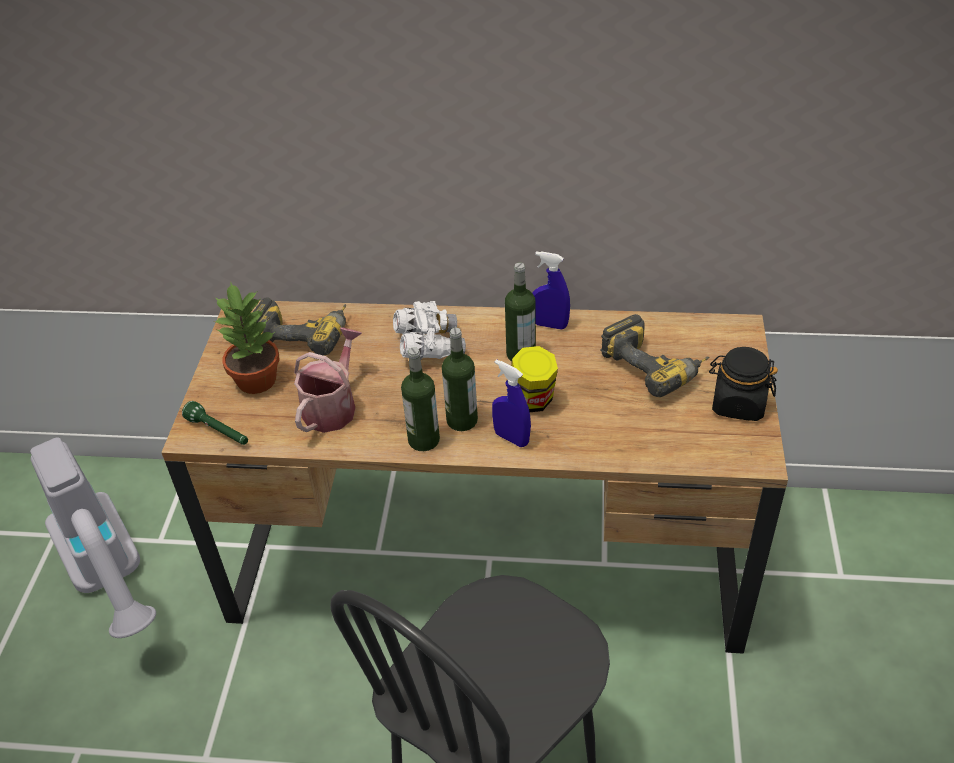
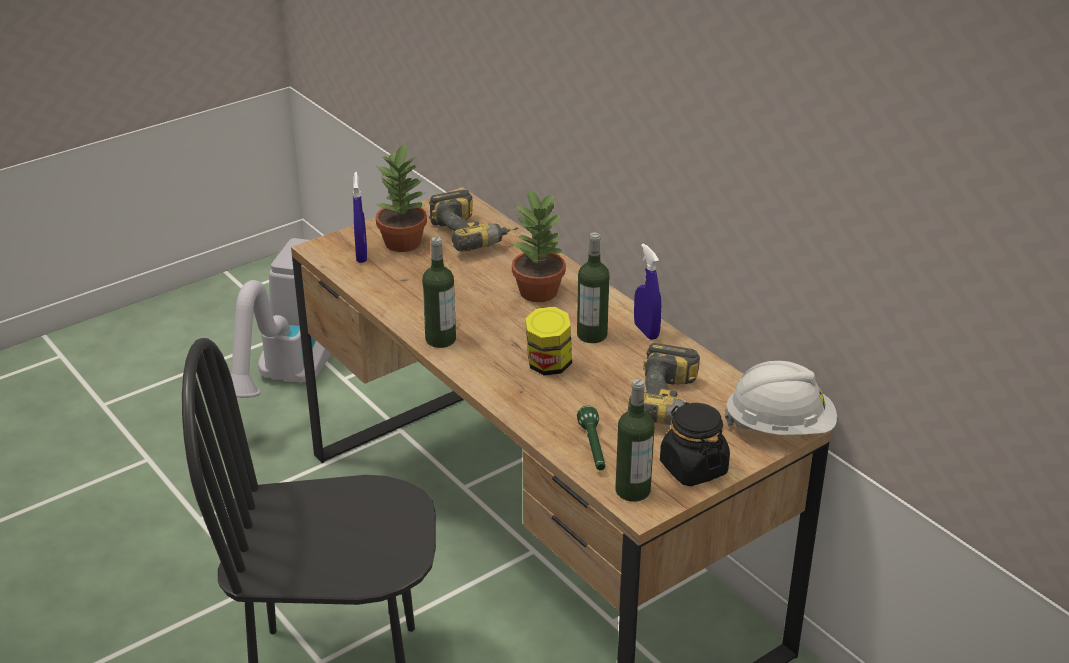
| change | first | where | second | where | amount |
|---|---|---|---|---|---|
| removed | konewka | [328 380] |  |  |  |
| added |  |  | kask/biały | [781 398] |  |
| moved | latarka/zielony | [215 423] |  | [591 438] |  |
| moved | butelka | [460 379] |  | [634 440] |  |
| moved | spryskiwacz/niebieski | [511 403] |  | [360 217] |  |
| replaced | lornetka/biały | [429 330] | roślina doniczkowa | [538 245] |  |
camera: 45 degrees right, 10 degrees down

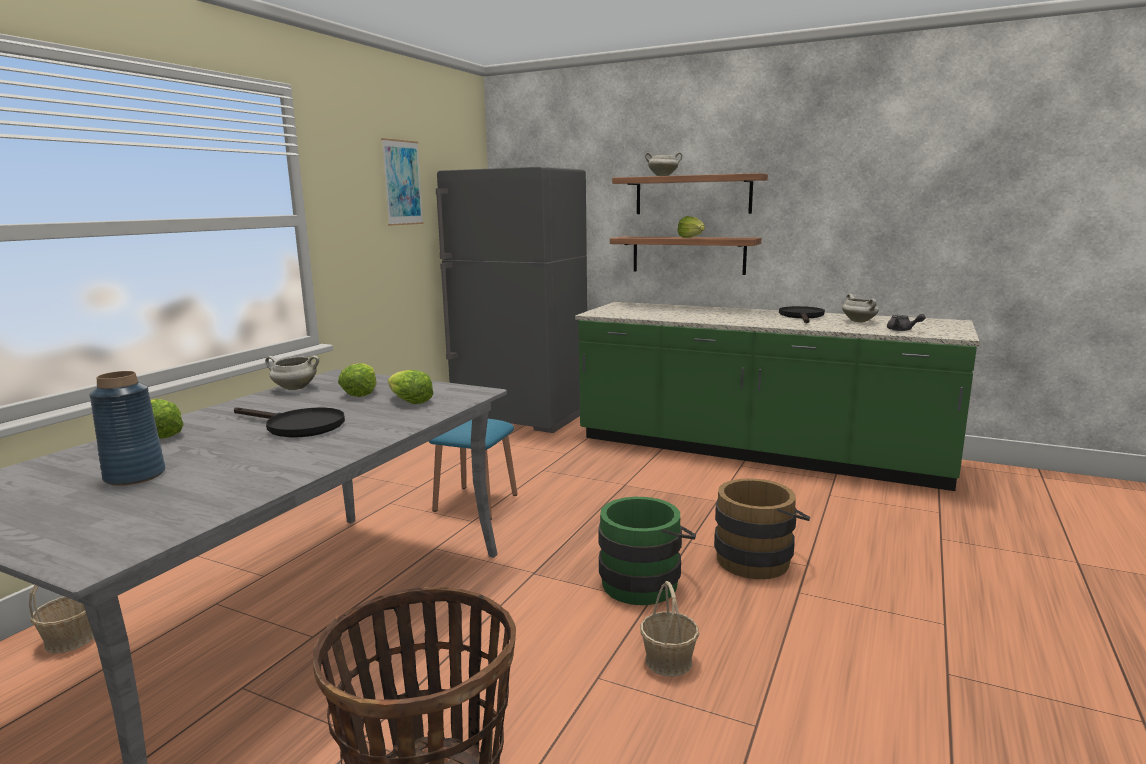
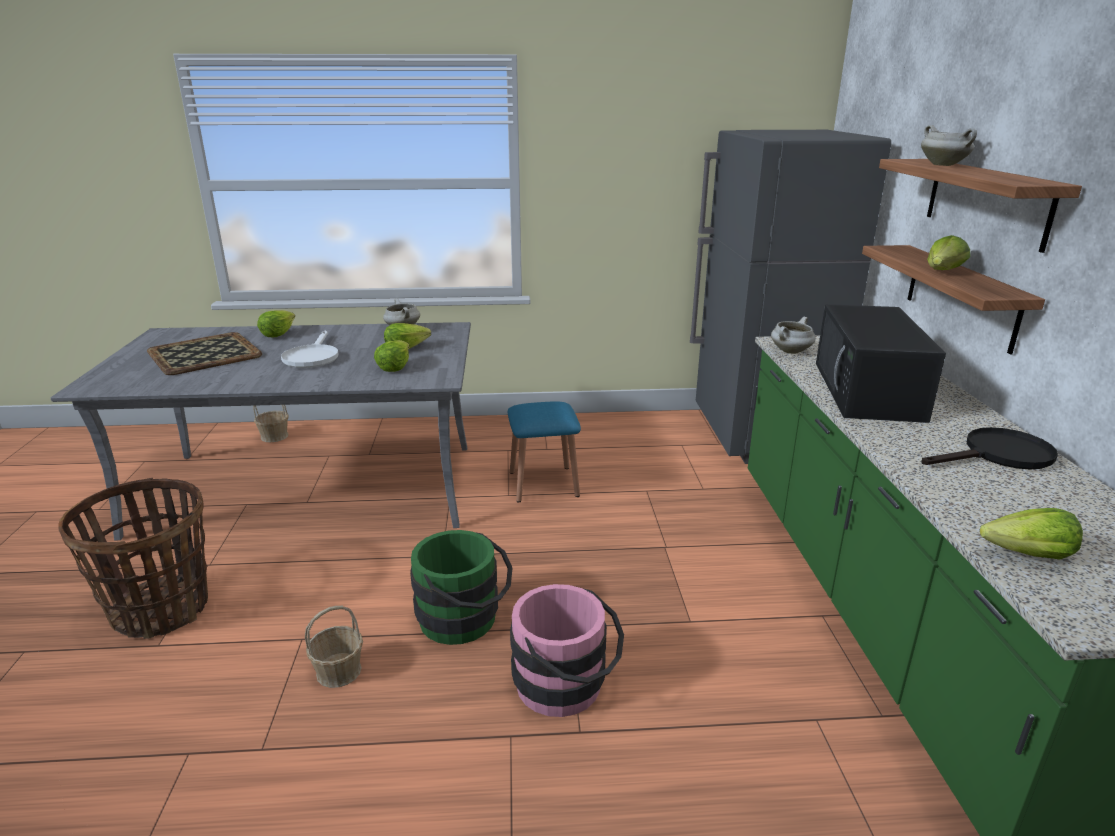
| change | first | where | second | where | amount |
|---|---|---|---|---|---|
| removed | obraz | [402 182] |  |  |  |
| added |  |  | mikrofalówka/czarny | [881 363] |  |
| moved | garnek/biały | [860 308] |  | [793 335] |  |
| replaced | wazon/niebieski | [127 428] | taca | [204 353] |  |
| replaced | imbryk/szary | [906 322] | sałata | [1031 534] |  |
| recoloured | patelnia/czarny | [289 422] | patelnia/biały | [309 349] |  |
| recoloured | wiadro/brązowy | [762 528] | wiadro/różowy | [567 650] |  |
camera: 60 degrees right, 10 degrees up

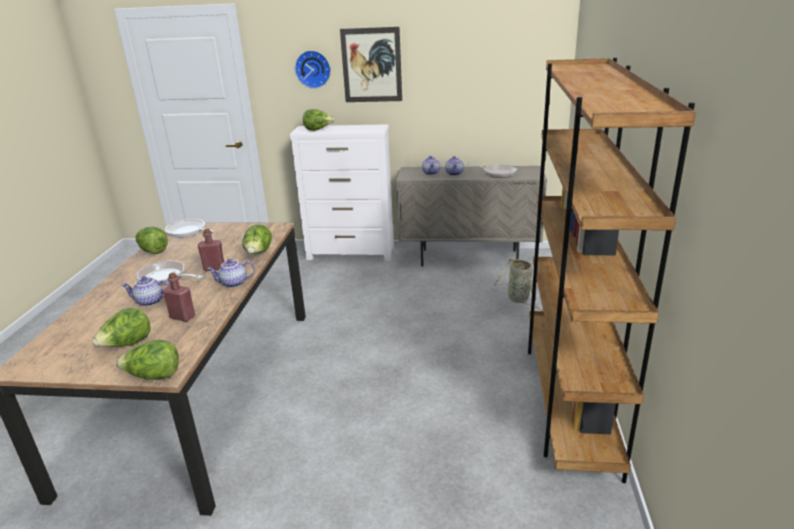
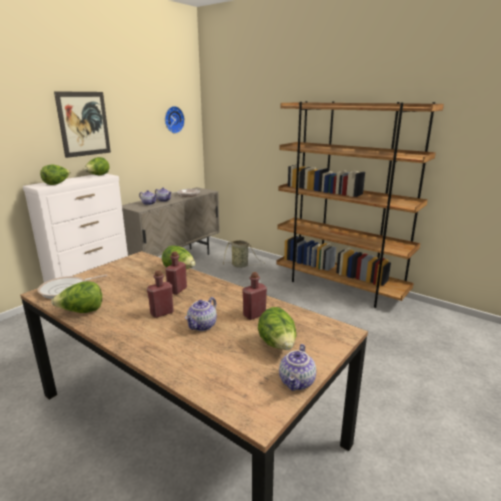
| change | first | where | second | where | amount |
|---|---|---|---|---|---|
| moved | sałata | [147 360] |  | [96 166] |  |
| moved | imbryk | [231 273] |  | [297 367] |  |
| moved | zegar ścienny | [313 69] |  | [175 120] |  |
| replaced | patelnia | [170 273] | butelka/czerwony | [160 294] |  |
camera: 60 degrees left, 5 degrees down

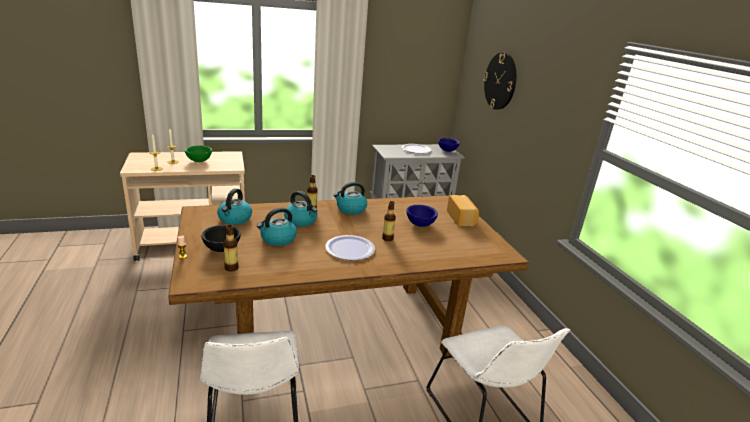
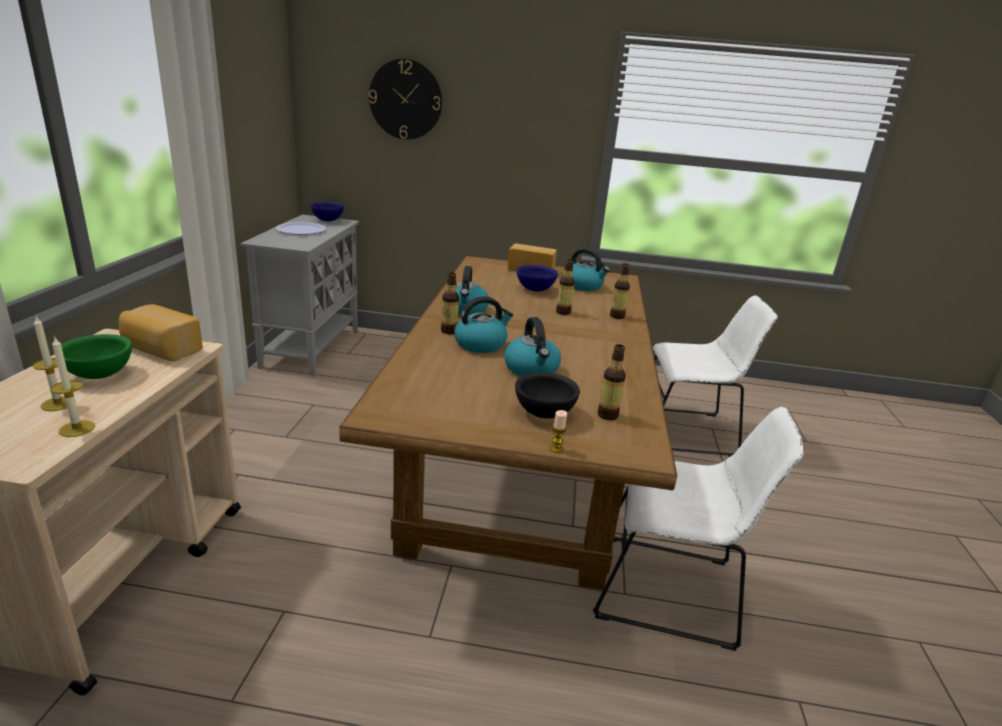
| change | first | where | second | where | amount |
|---|---|---|---|---|---|
| removed | talerz | [350 247] |  |  |  |
| added |  |  | chleb | [161 332] |  |
| added |  |  | butelka | [620 291] |  |
| moved | czajnik | [234 206] |  | [590 269] |  |
camera: 65 degrees left, 0 degrees up

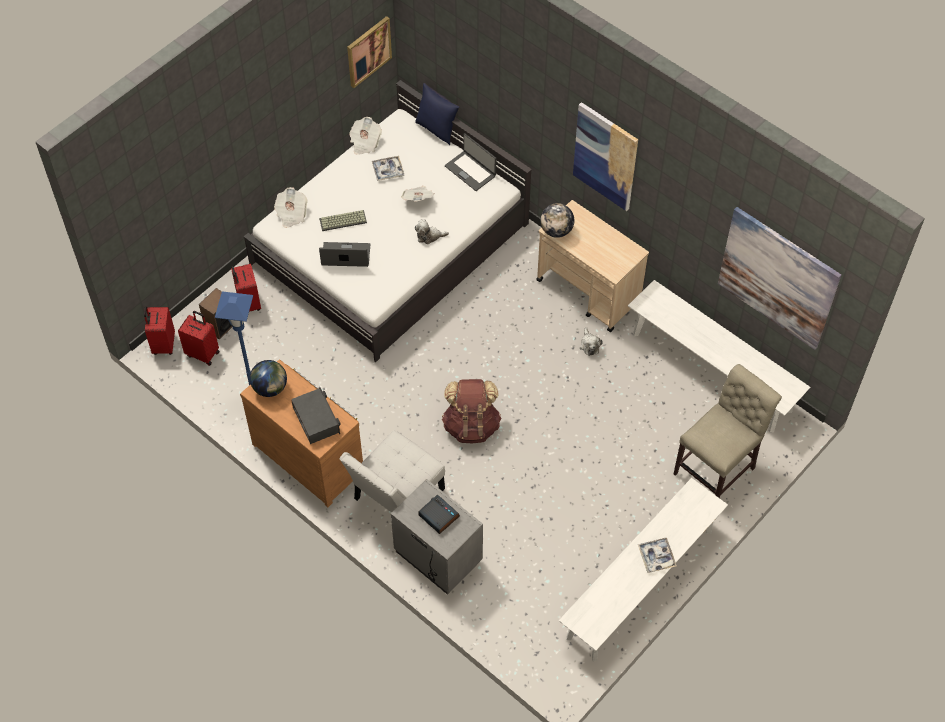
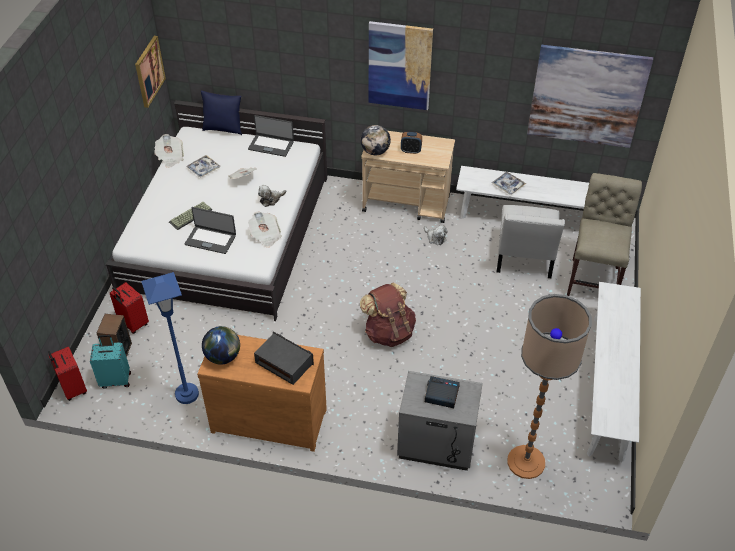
| change | first | where | second | where | amount |
|---|---|---|---|---|---|
| added |  |  | budzik | [411 143] |  |
| added |  |  | lampa stojąca | [549 386] |  |
| moved | gazeta | [291 207] |  | [265 229] |  |
| moved | krzesło/biały | [392 471] |  | [531 241] |  |
| moved | taca | [657 555] |  | [509 183] |  |
| recoloured | walizka/czerwony | [199 338] | walizka/turkusowy | [110 362] |  |
| turned | laptop | [344 254] |  | [210 230] | 135 degrees counterclockwise |
camera: 30 degrees left, 10 degrees down

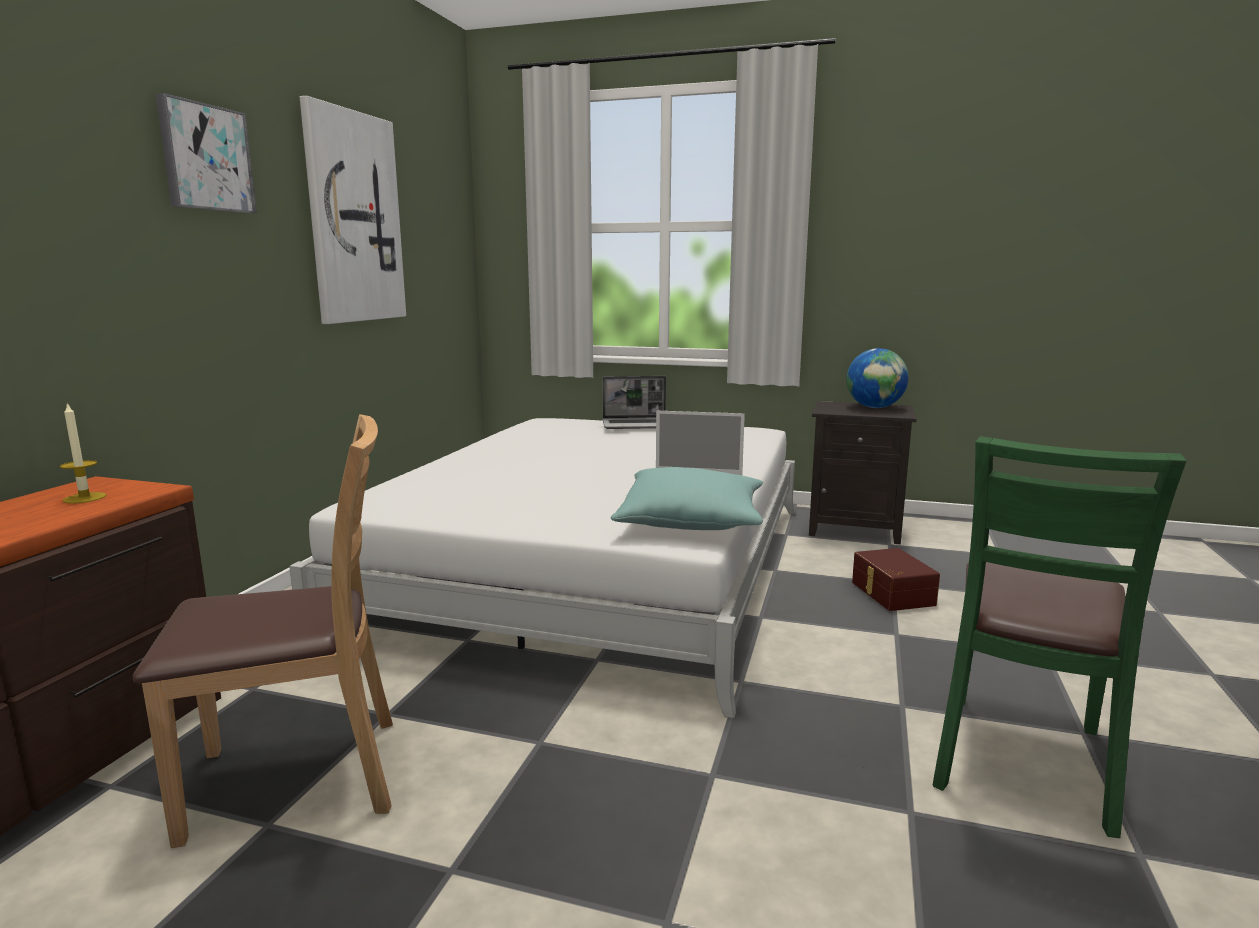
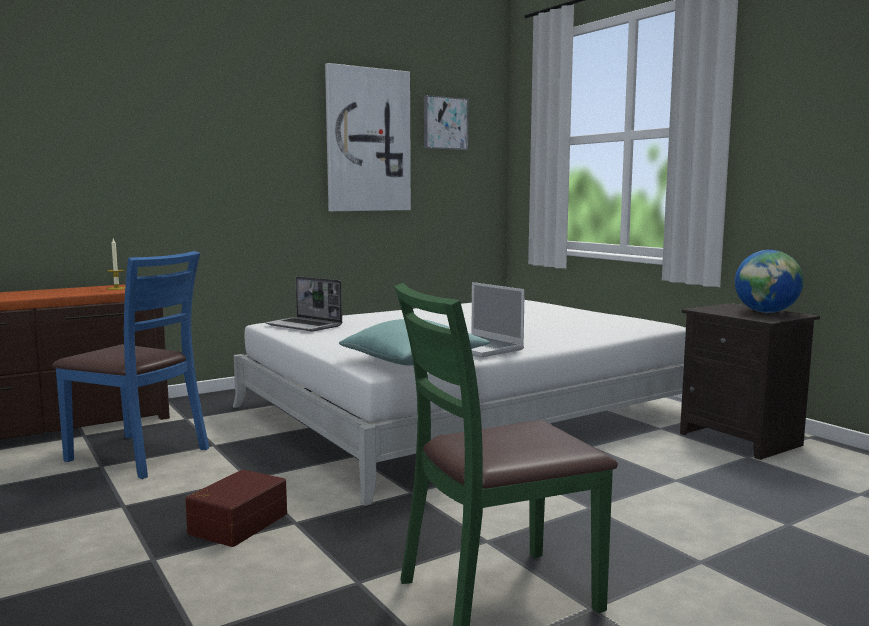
| change | first | where | second | where | amount |
|---|---|---|---|---|---|
| moved | obraz | [206 153] |  | [446 122] |  |
| moved | laptop | [634 402] |  | [303 303] |  |
| moved | pojemnik do przechowywania/brązowy | [896 579] |  | [236 508] |  |
| recoloured | krzesło/brązowy | [263 631] | krzesło/niebieski | [130 365] |  |
camera: 40 degrees right, 5 degrees down

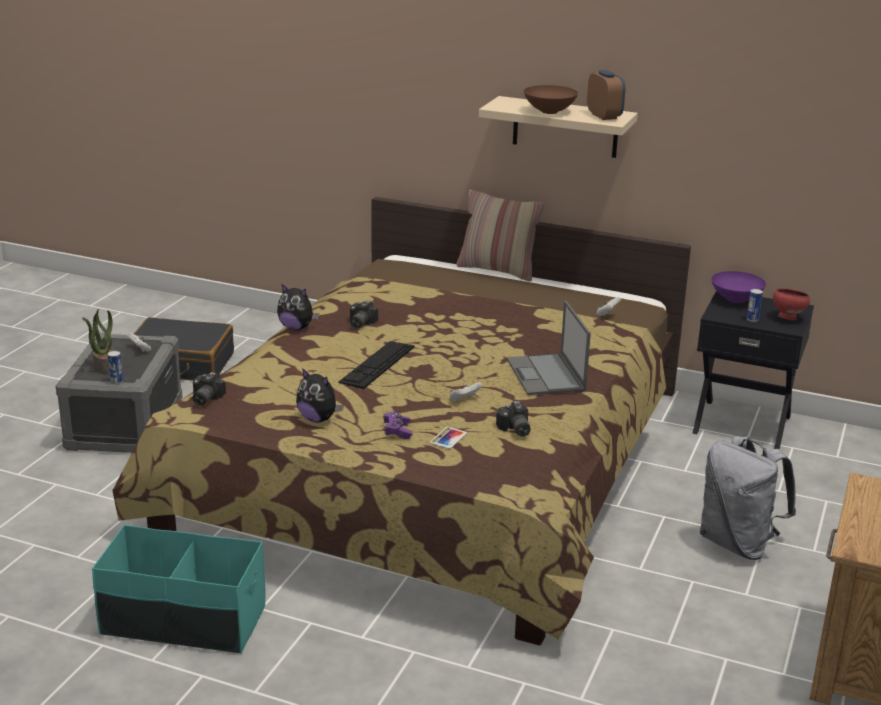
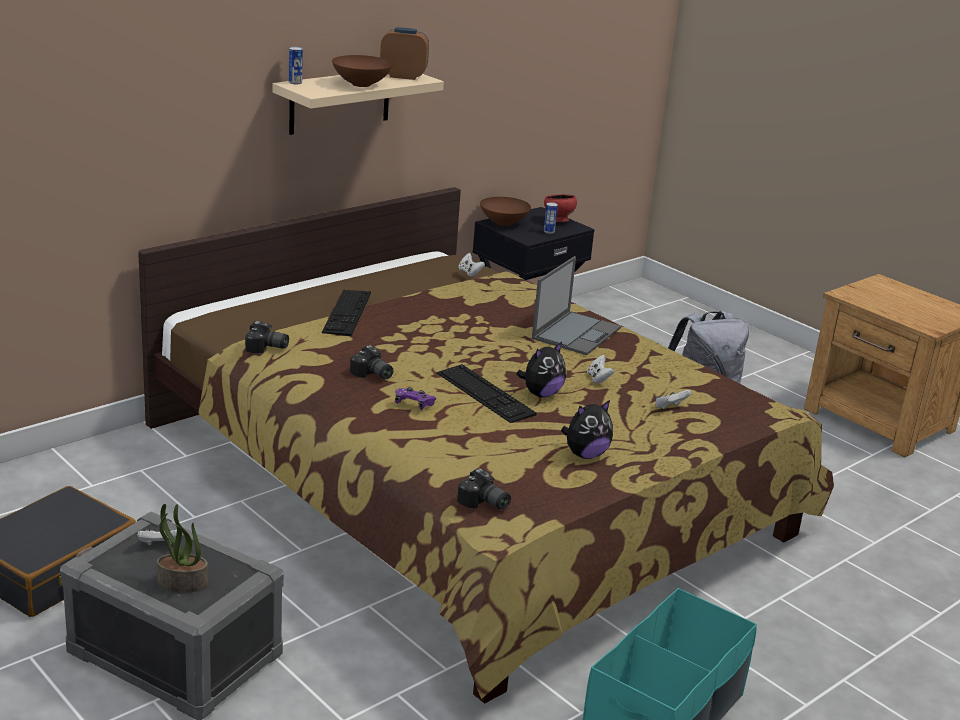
| change | first | where | second | where | amount |
|---|---|---|---|---|---|
| removed | poduszka | [500 235] |  |  |  |
| added |  |  | klawiatura | [346 313] |  |
| moved | puszka | [115 368] |  | [296 65] |  |
| moved | pluszak | [298 307] |  | [541 370] |  |
| moved | pad do gier/fioletowy | [397 425] |  | [415 398] |  |
| moved | aparat fotograficzny | [513 419] |  | [267 337] |  |
| replaced | telefon | [448 438] | pad do gier/biały | [673 399] |  |
| recoloured | miska/fioletowy | [738 287] | miska/brązowy | [505 211] |  |
| turned | laptop | [549 347] |  | [576 305] | 75 degrees counterclockwise |
camera: 65 degrees left, 0 degrees up

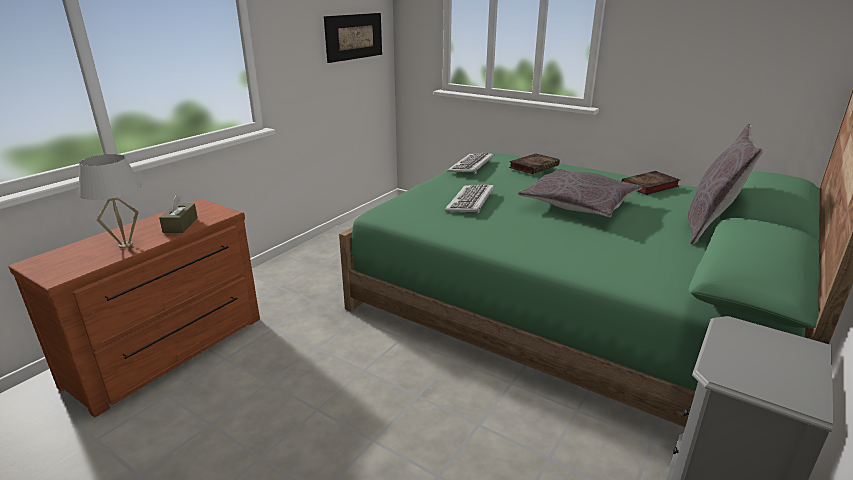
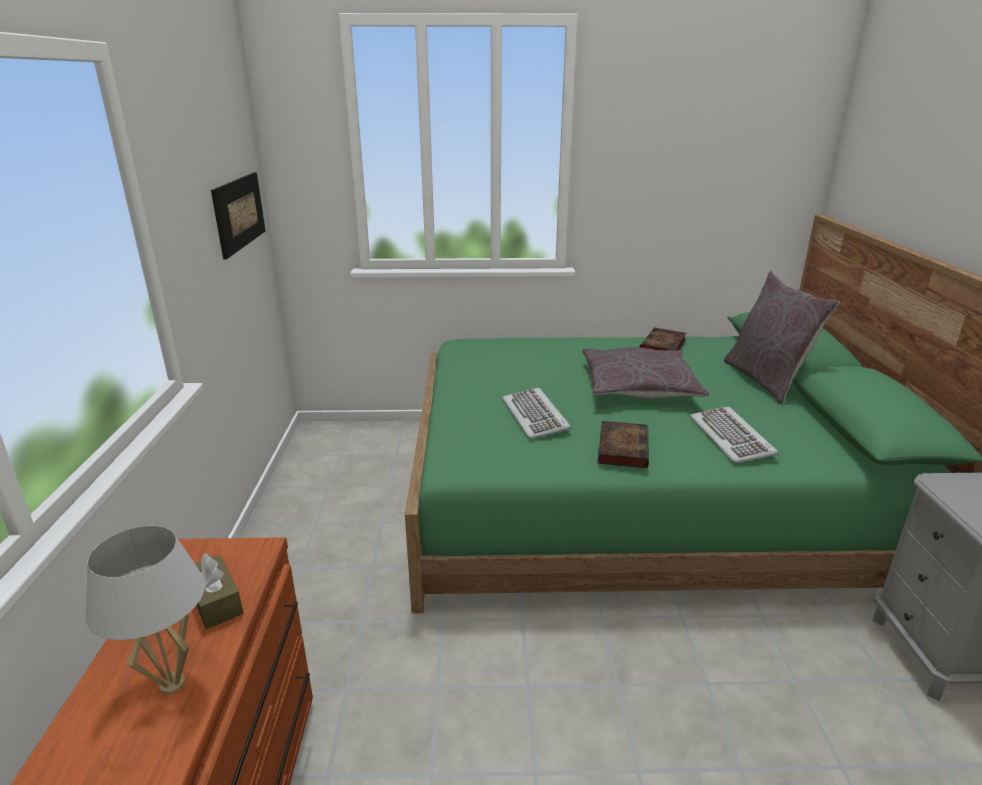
| change | first | where | second | where | amount |
|---|---|---|---|---|---|
| moved | klawiatura | [470 163] |  | [734 435] |  |
| moved | książka | [534 164] |  | [623 444] |  |
camera: 35 degrees left, 0 degrees up

